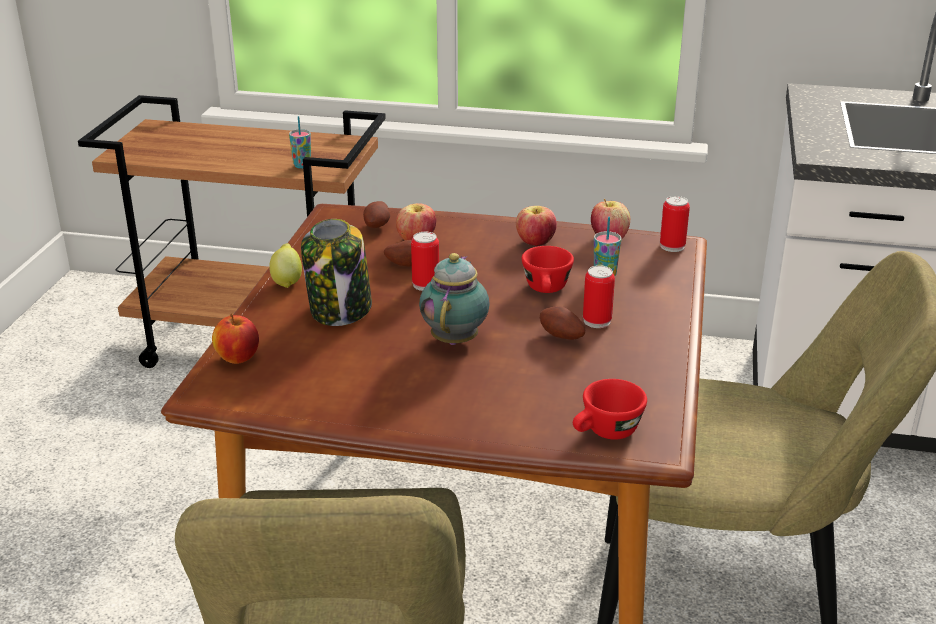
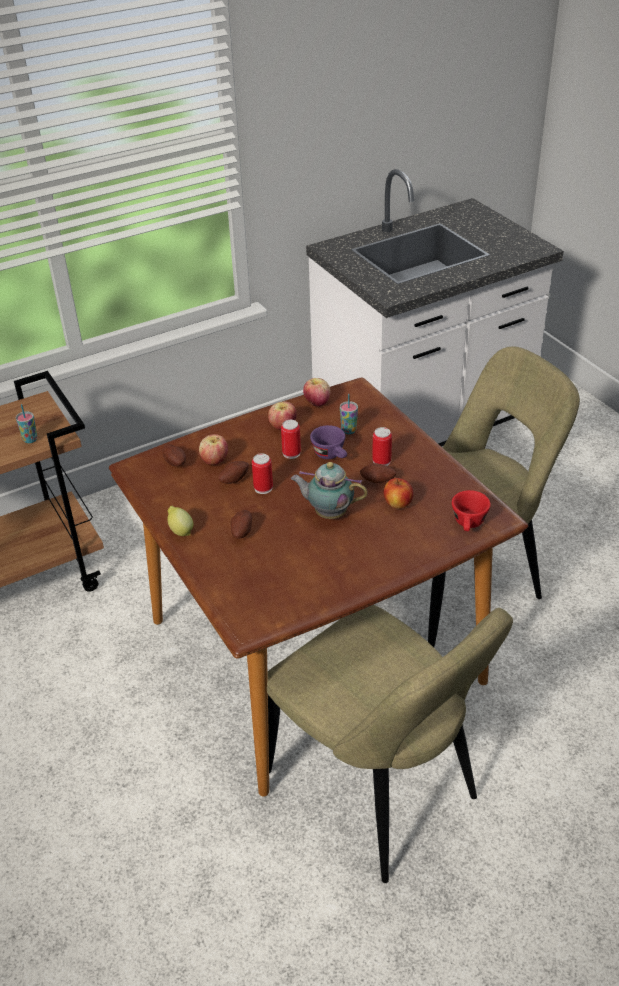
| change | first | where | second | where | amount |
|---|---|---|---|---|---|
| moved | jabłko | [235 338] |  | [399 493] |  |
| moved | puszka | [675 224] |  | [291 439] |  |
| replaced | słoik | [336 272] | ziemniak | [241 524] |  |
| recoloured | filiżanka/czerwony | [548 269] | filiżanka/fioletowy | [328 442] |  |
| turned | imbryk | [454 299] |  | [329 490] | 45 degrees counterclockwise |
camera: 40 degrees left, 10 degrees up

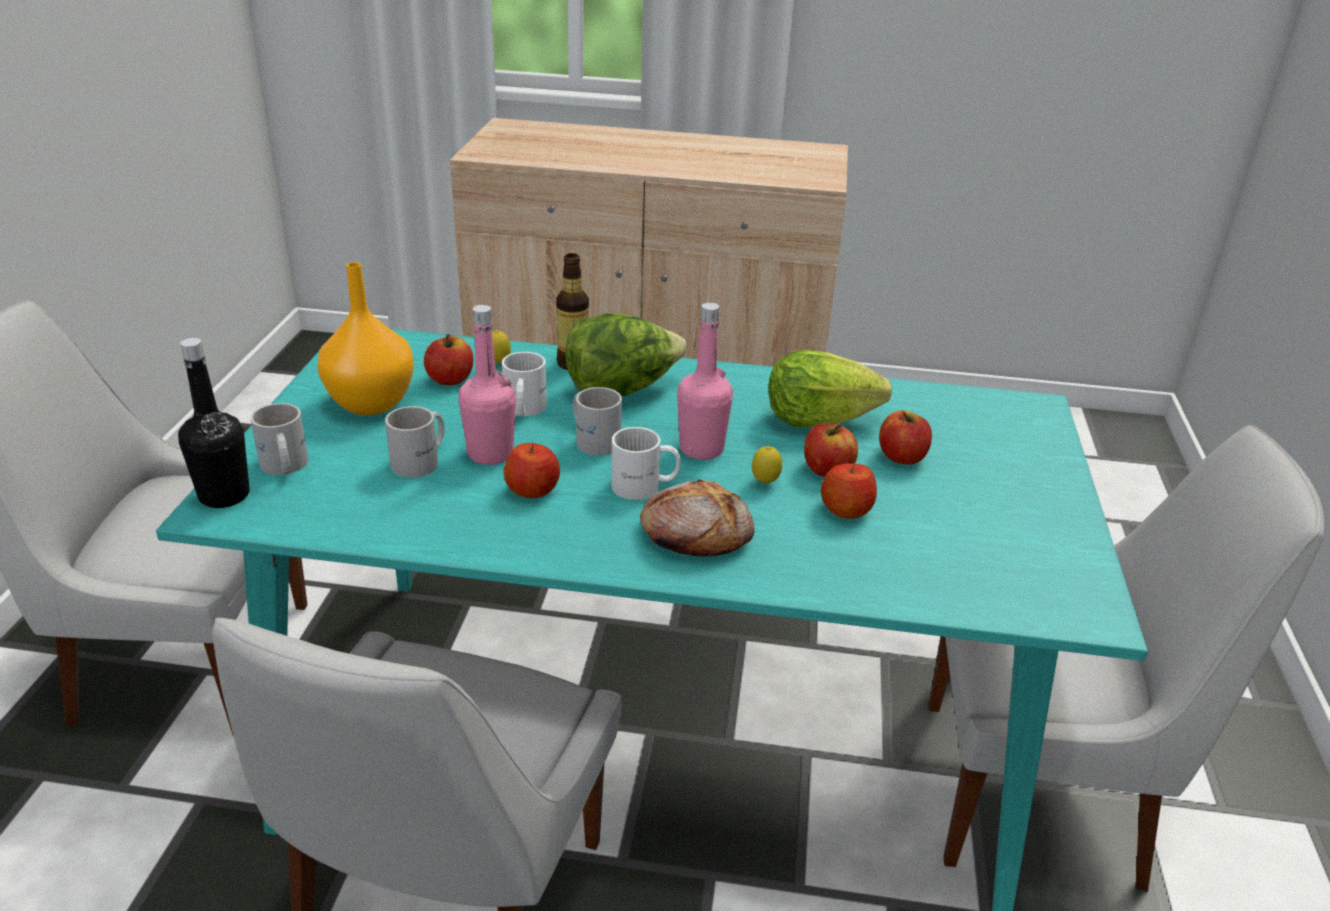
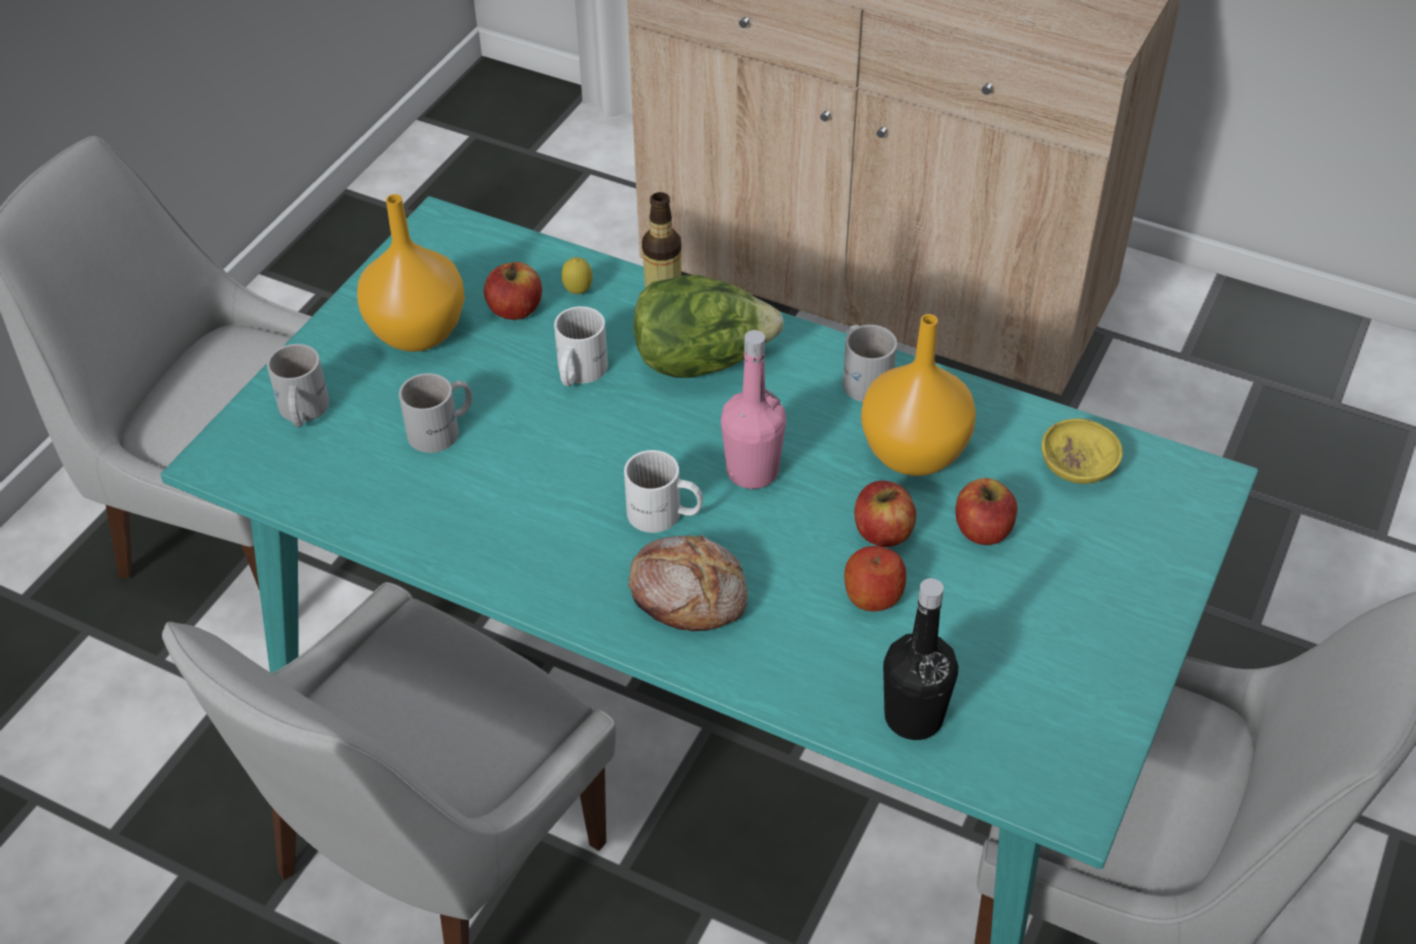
| change | first | where | second | where | amount |
|---|---|---|---|---|---|
| removed | butelka/różowy | [487 385] |  |  |  |
| removed | jabłko | [532 470] |  |  |  |
| removed | cytryna | [767 465] |  |  |  |
| added |  |  | miska/żółty | [1082 451] |  |
| moved | butelka/czarny | [214 423] |  | [920 659] |  |
| moved | kubek/biały | [597 421] |  | [870 363] |  |
| replaced | sałata | [830 389] | wazon/pomarańczowy | [918 395] |  |
camera: 20 degrees right, 15 degrees up

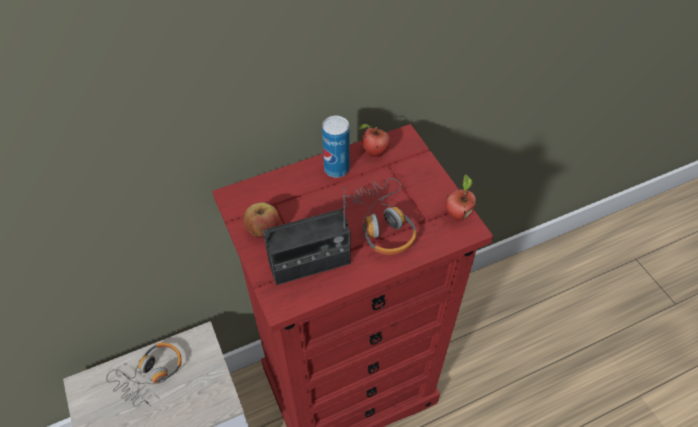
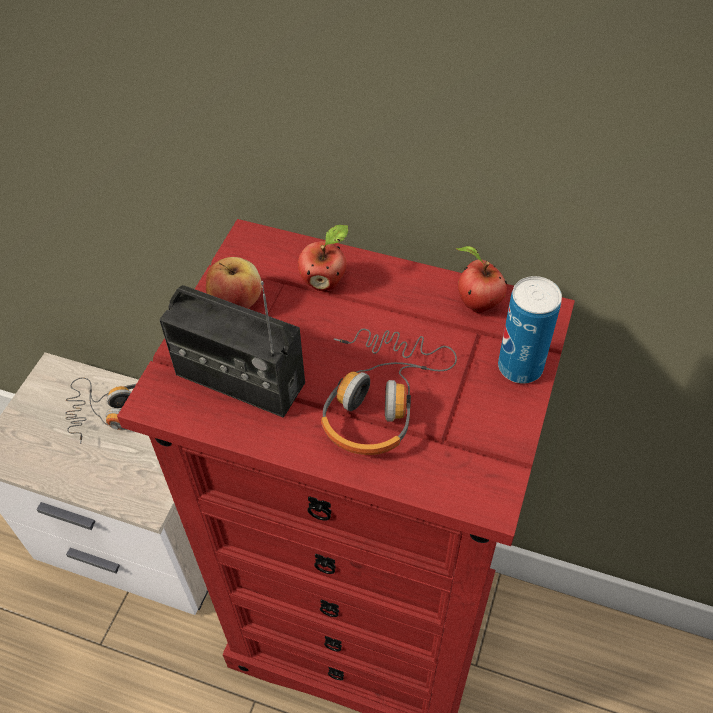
| change | first | where | second | where | amount |
|---|---|---|---|---|---|
| moved | puszka | [335 147] |  | [530 330] |  |
| moved | jabłko | [460 197] |  | [323 258] |  |
camera: 45 degrees right, 0 degrees up

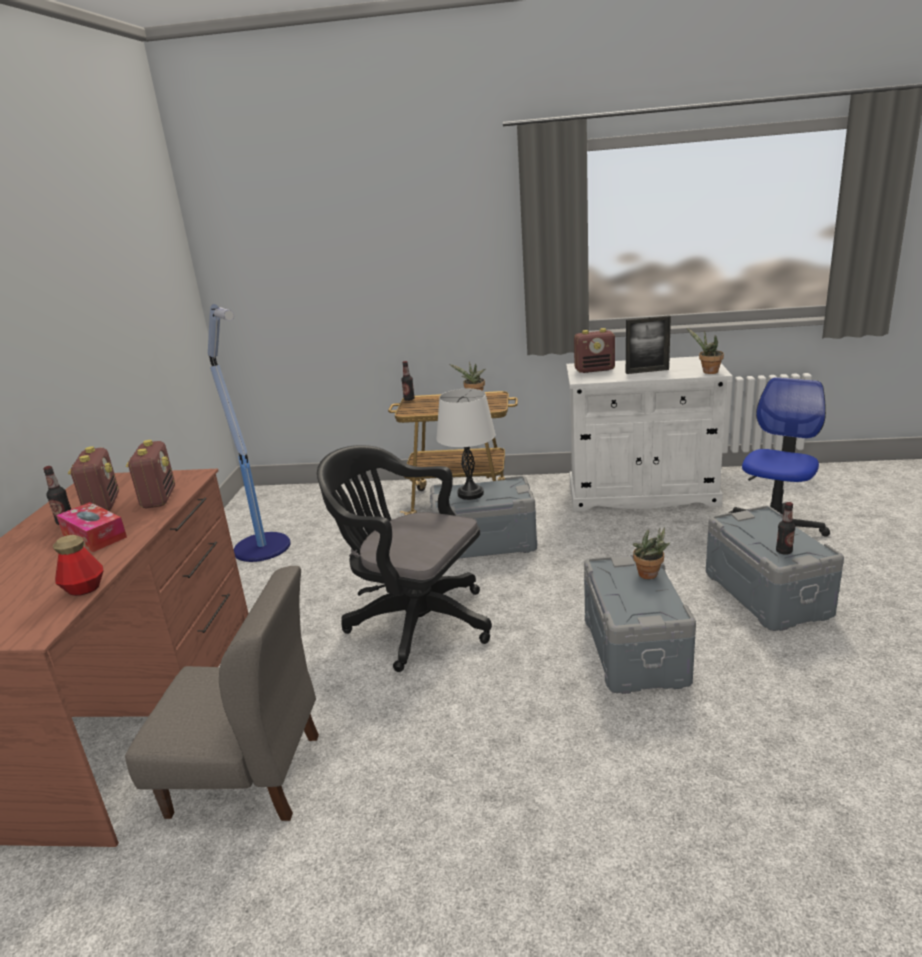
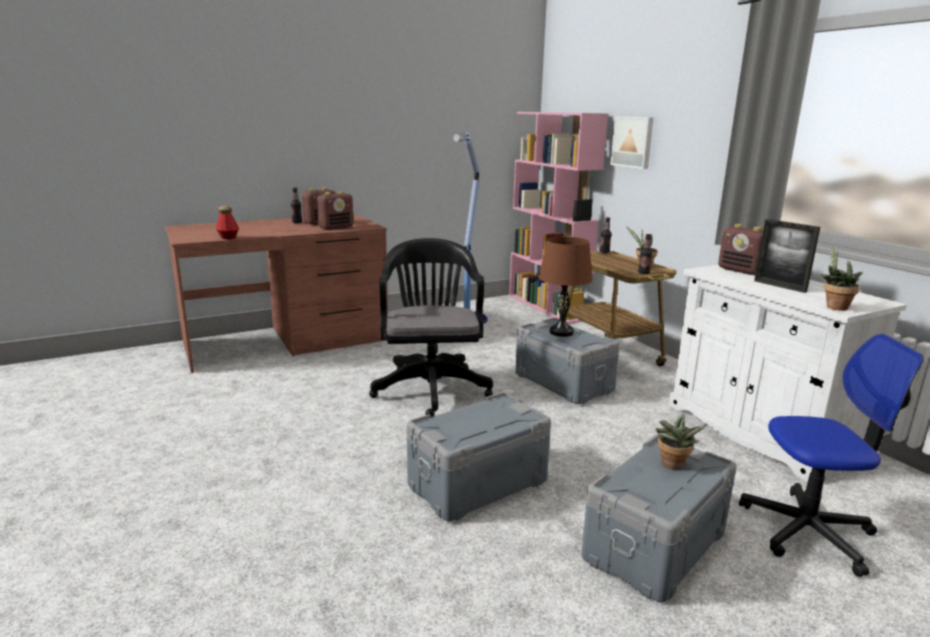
| change | first | where | second | where | amount |
|---|---|---|---|---|---|
| removed | pudełko chusteczek | [91 527] |  |  |  |
| removed | krzesło/szary | [222 693] |  |  |  |
| added |  |  | regał/różowy | [558 218] |  |
| added |  |  | obraz | [631 143] |  |
| moved | roślina doniczkowa | [651 553] |  | [681 442] |  |
| moved | butelka | [785 528] |  | [645 254] |  |
| recoloured | lampa stołowa/biały | [465 444] | lampa stołowa/brązowy | [566 287] |  |
camera: 55 degrees right, 5 degrees down

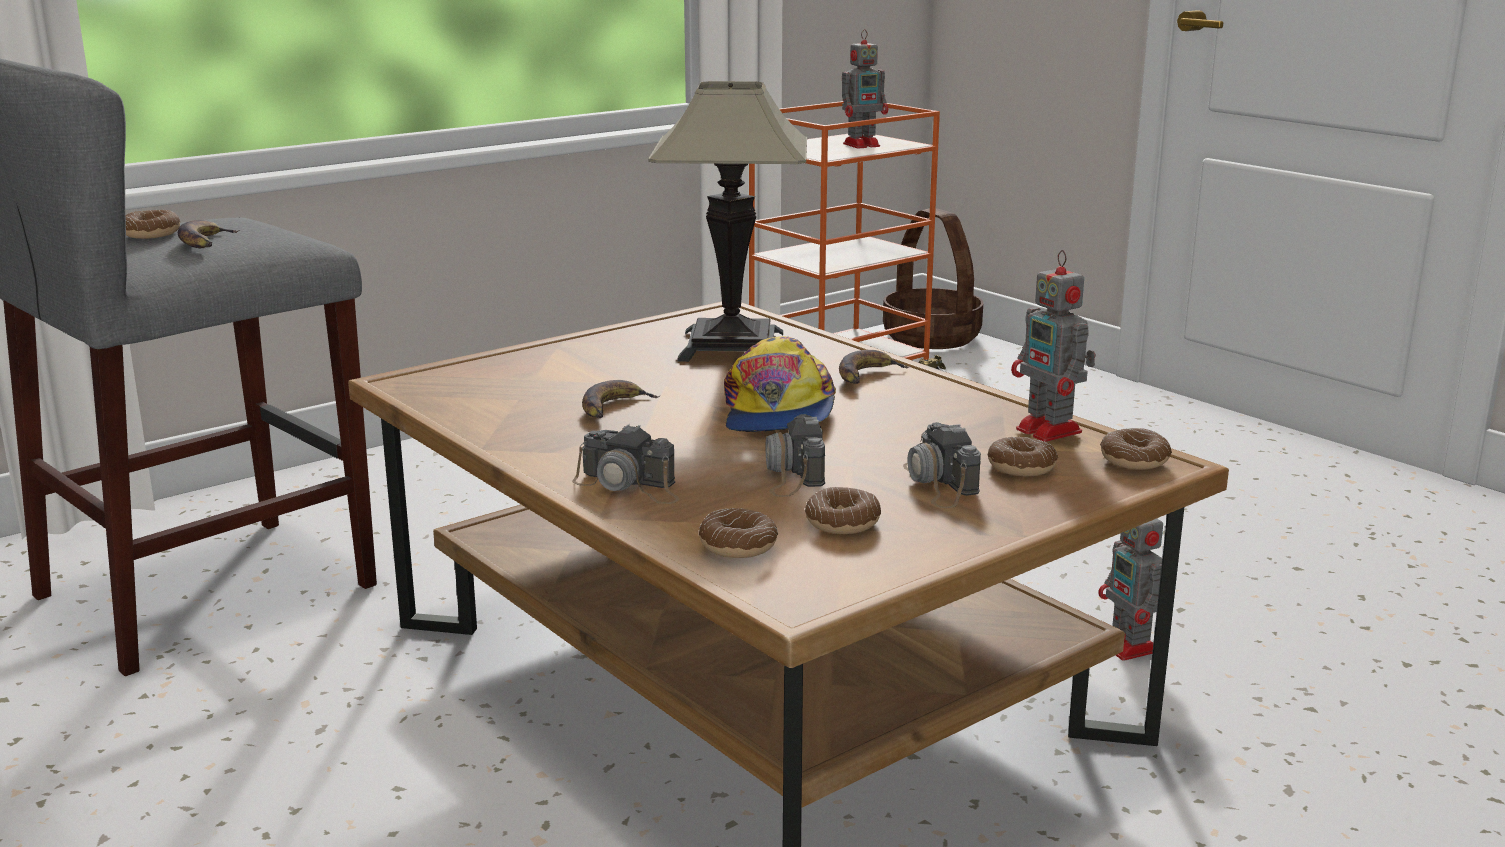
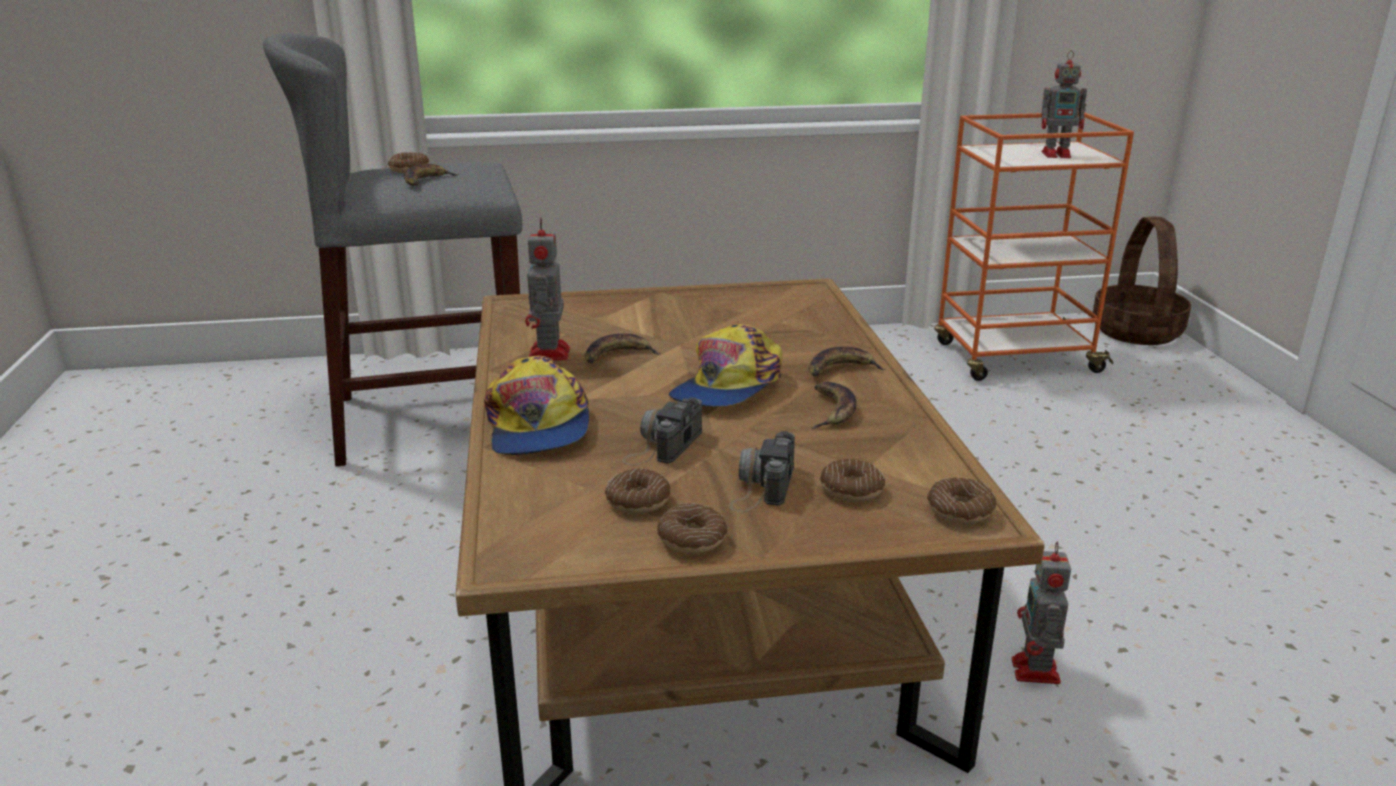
| change | first | where | second | where | amount |
|---|---|---|---|---|---|
| removed | lampa stołowa | [727 221] |  |  |  |
| added |  |  | banan | [833 405] |  |
| moved | donut | [738 533] |  | [692 528] |  |
| moved | robot zabawkowy | [1053 346] |  | [547 288] |  |
| replaced | aparat fotograficzny | [625 464] | czapka z daszkiem | [536 405] |  |
camera: 30 degrees right, 5 degrees up

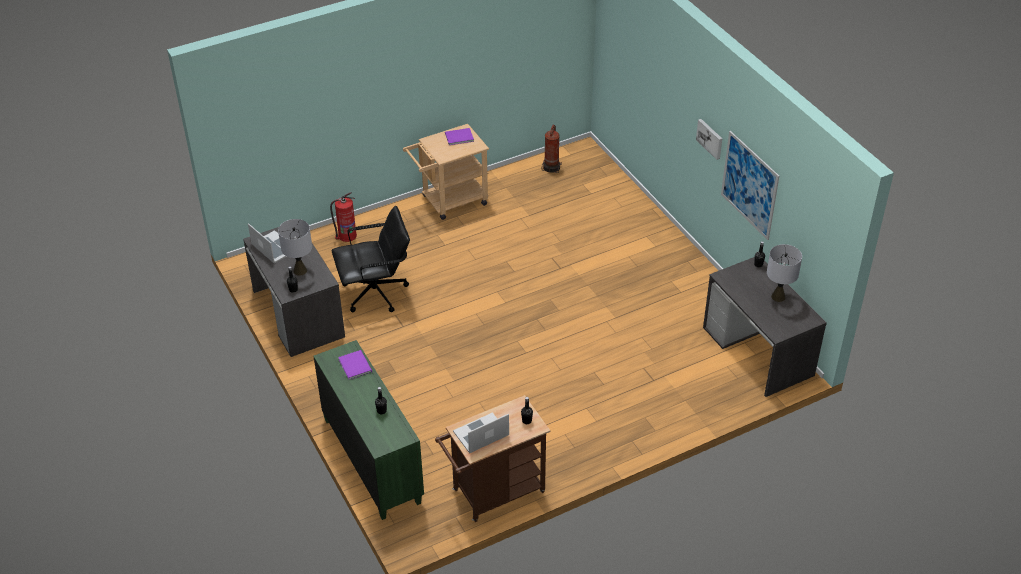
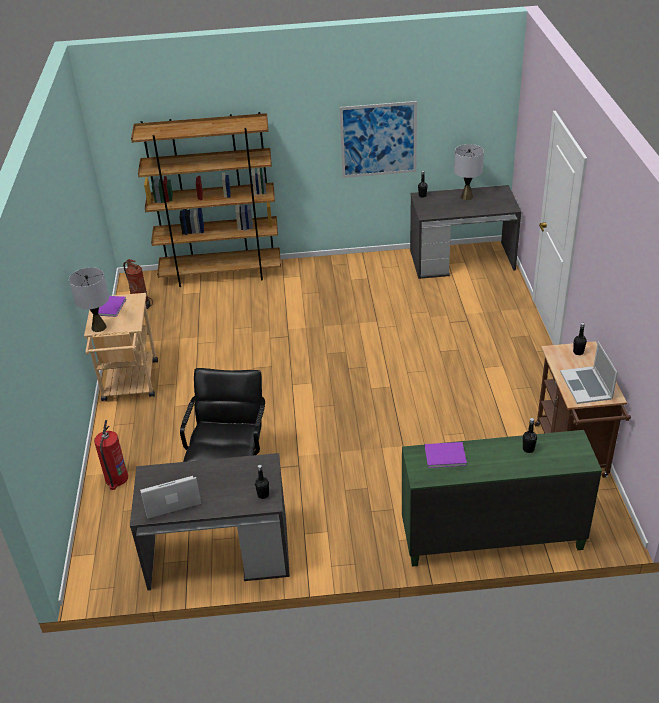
| change | first | where | second | where | amount |
|---|---|---|---|---|---|
| removed | obraz | [709 139] |  |  |  |
| added |  |  | regał/brązowy | [206 199] |  |
| moved | lampa stołowa/szary | [295 247] |  | [89 299] |  |
camera: 65 degrees left, 5 degrees down

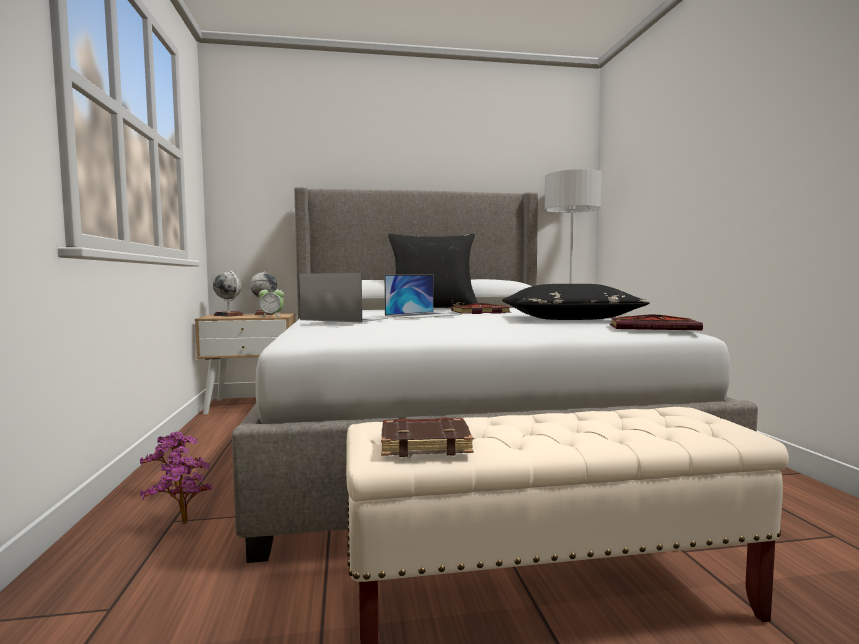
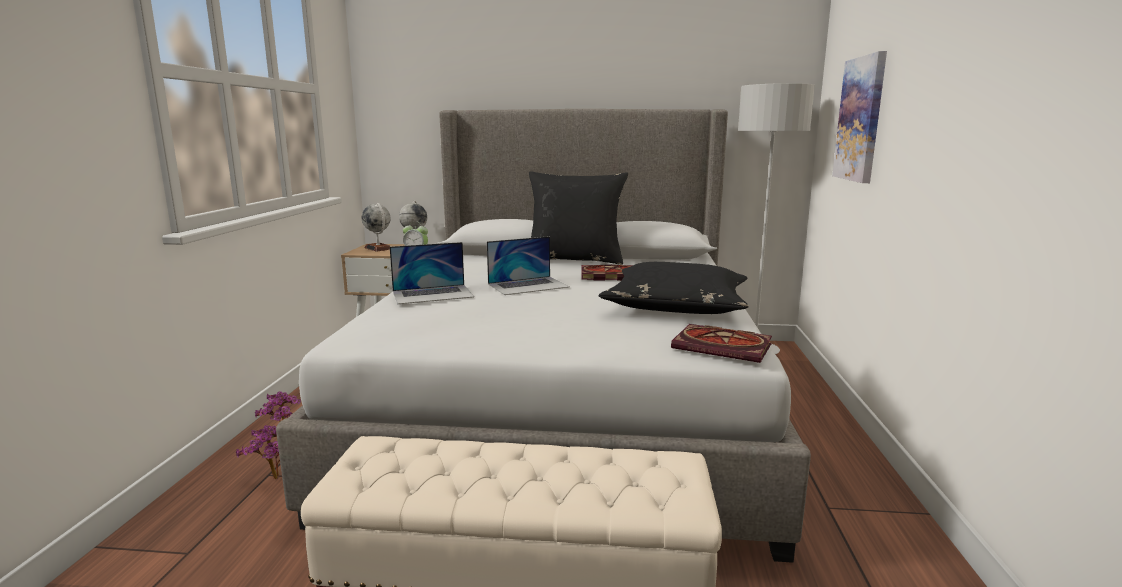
| change | first | where | second | where | amount |
|---|---|---|---|---|---|
| removed | książka/brązowy | [427 437] |  |  |  |
| added |  |  | obraz | [859 117] |  |
| turned | laptop | [343 297] |  | [432 273] | 120 degrees clockwise |
camera: 15 degrees right, 10 degrees up

